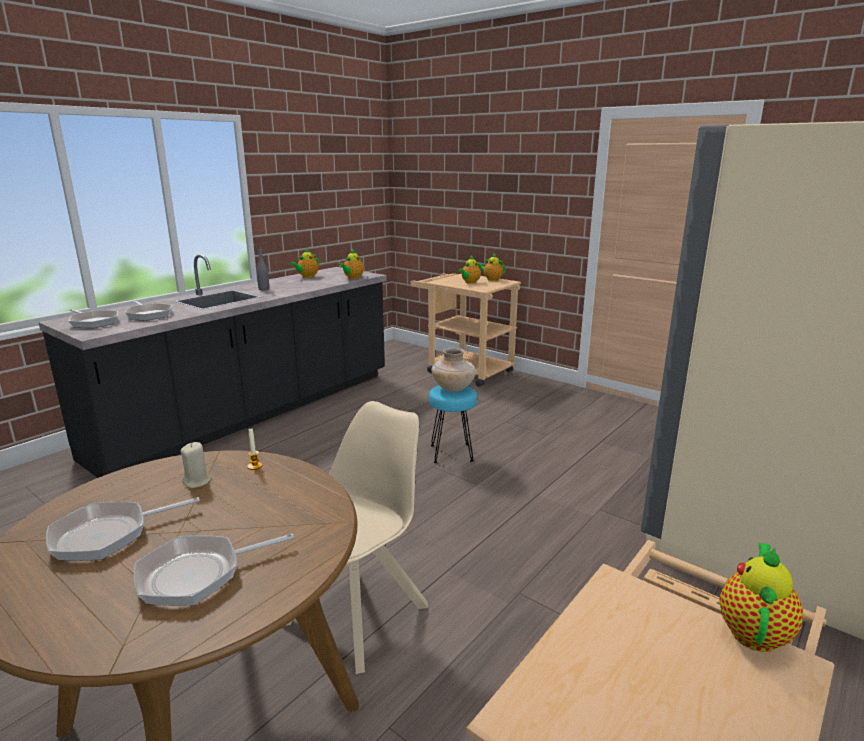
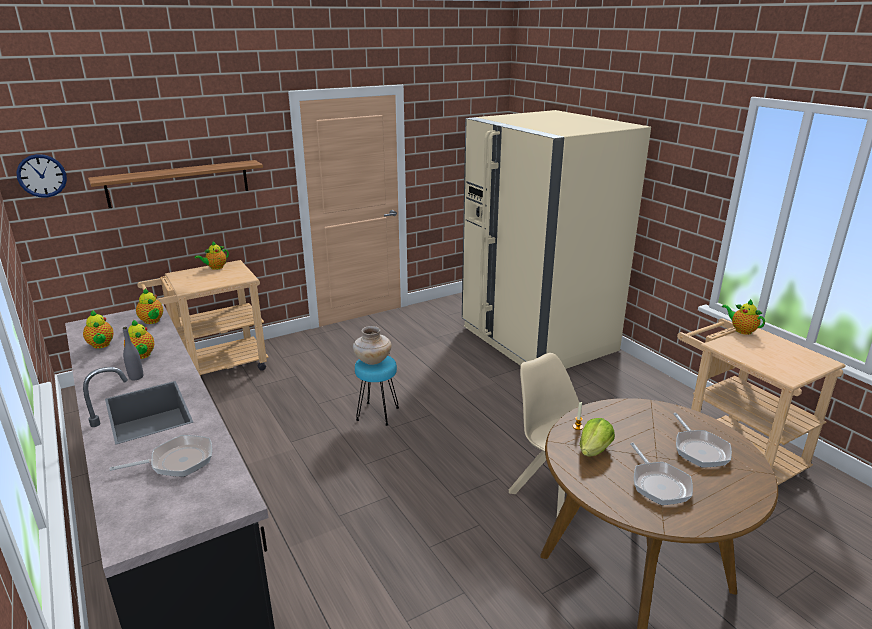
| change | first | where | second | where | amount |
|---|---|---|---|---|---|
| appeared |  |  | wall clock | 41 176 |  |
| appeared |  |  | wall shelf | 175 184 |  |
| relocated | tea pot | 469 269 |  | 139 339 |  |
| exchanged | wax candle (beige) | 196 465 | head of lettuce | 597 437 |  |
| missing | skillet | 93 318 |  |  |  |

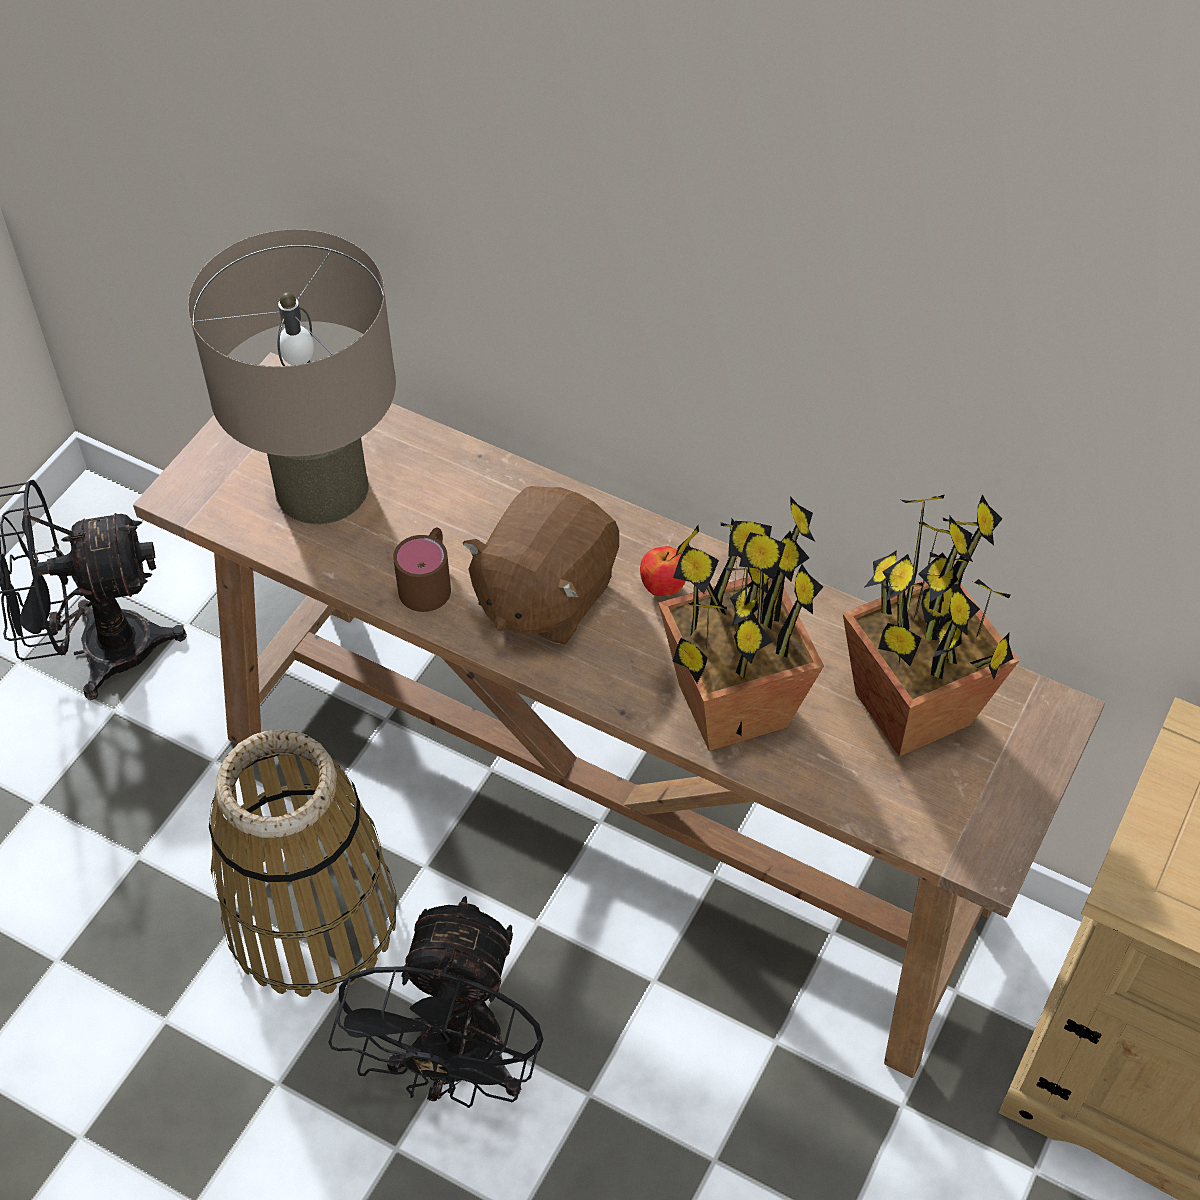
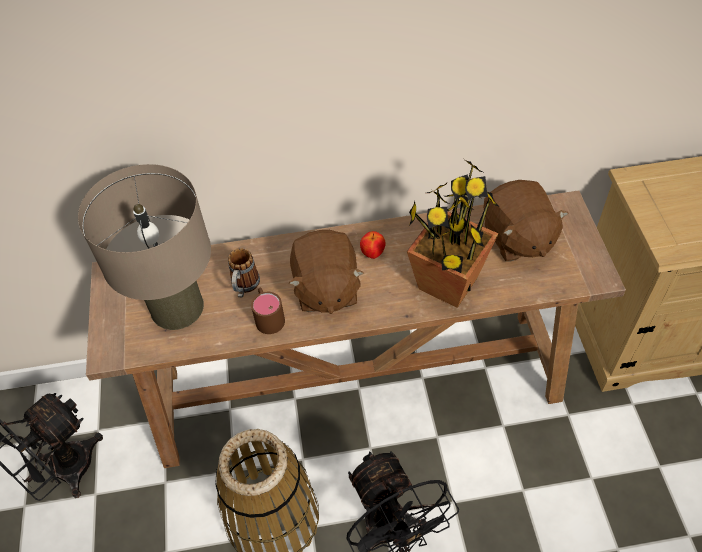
| change | first | where | second | where | amount |
|---|---|---|---|---|---|
| appeared |  |  | coffee mug | 244 272 |  |
| exchanged | houseplant | 931 625 | soft toy (brown-coloured) | 526 221 |  |

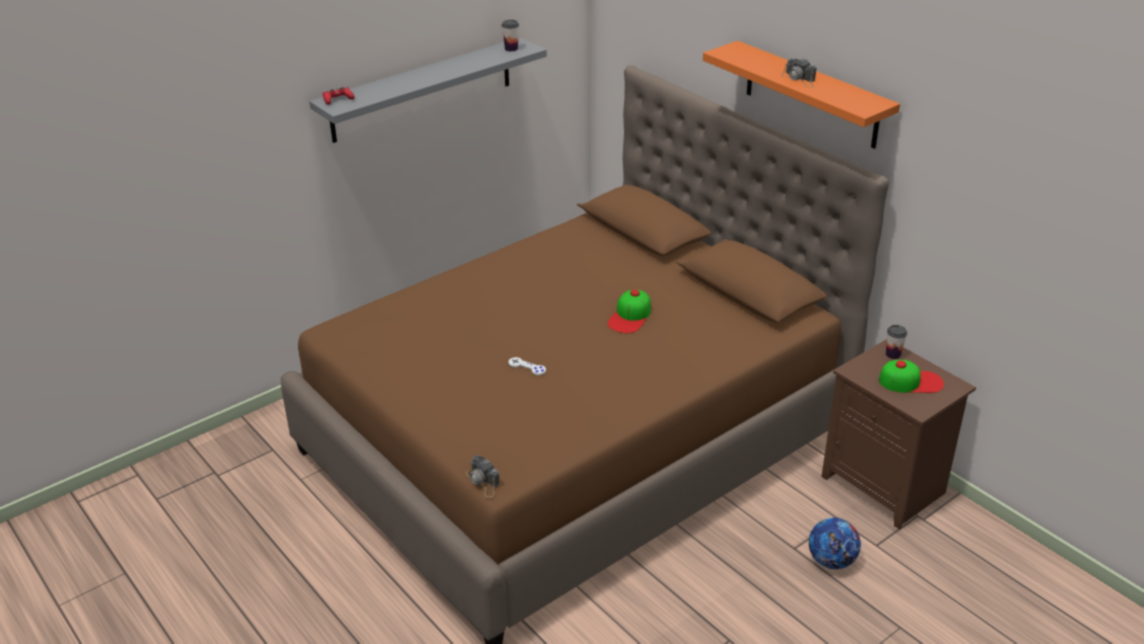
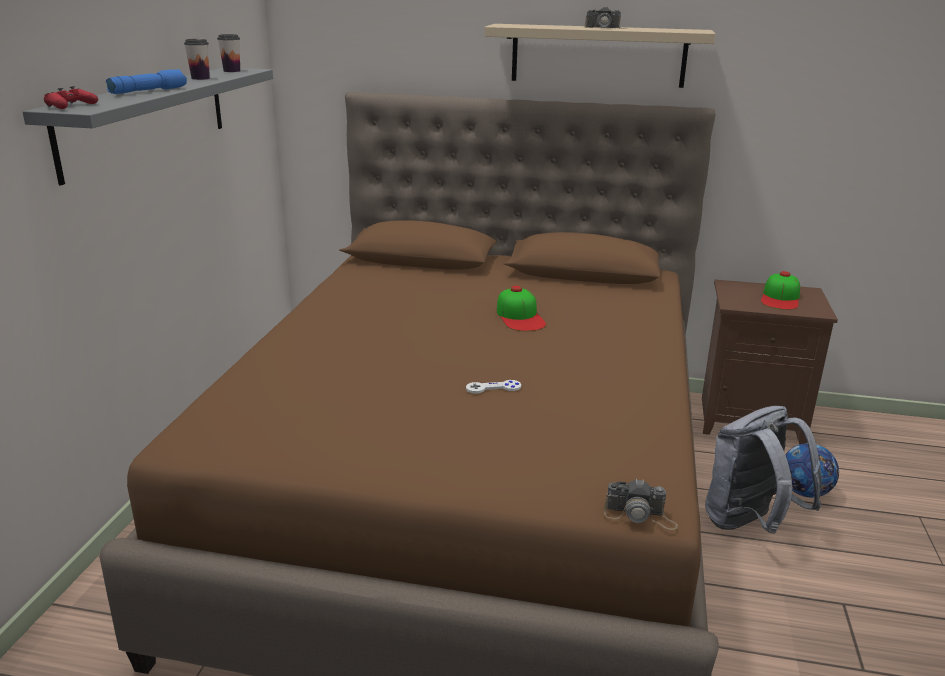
| change | first | where | second | where | amount |
|---|---|---|---|---|---|
| appeared |  |  | hand torch (blue) | 146 81 |  |
| relocated | drinking cup | 896 342 |  | 197 59 |  |
| colour | wall shelf (orangey) | 801 95 | wall shelf (beige) | 600 56 |  |
| appeared |  |  | rucksack (grey) | 763 470 |  |
| spun | peaked cap | 911 376 |  | 780 290 | 150 degrees clockwise |

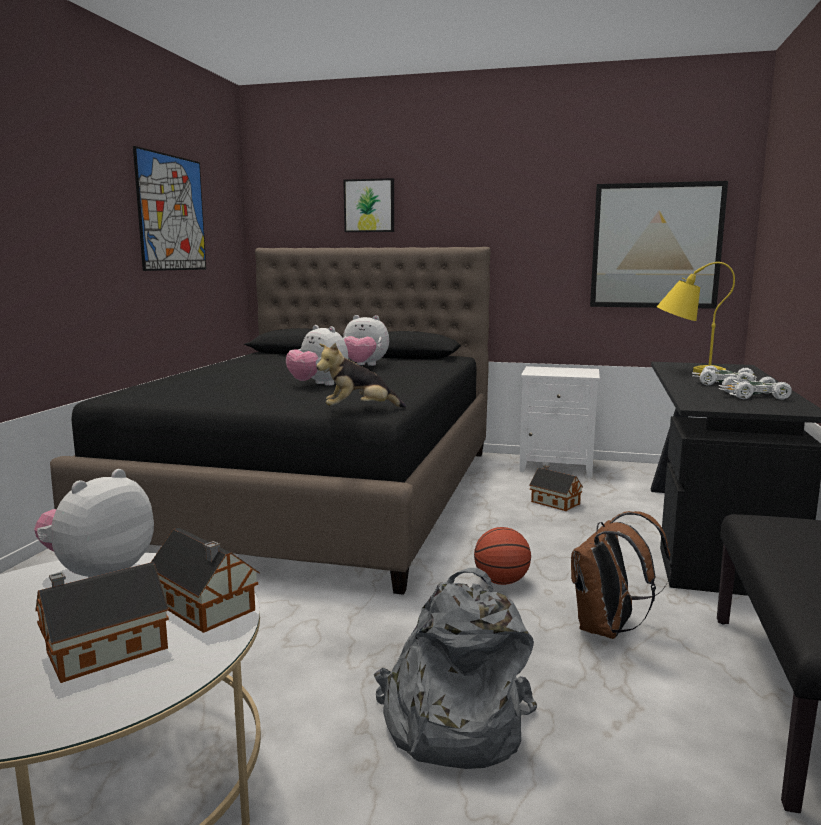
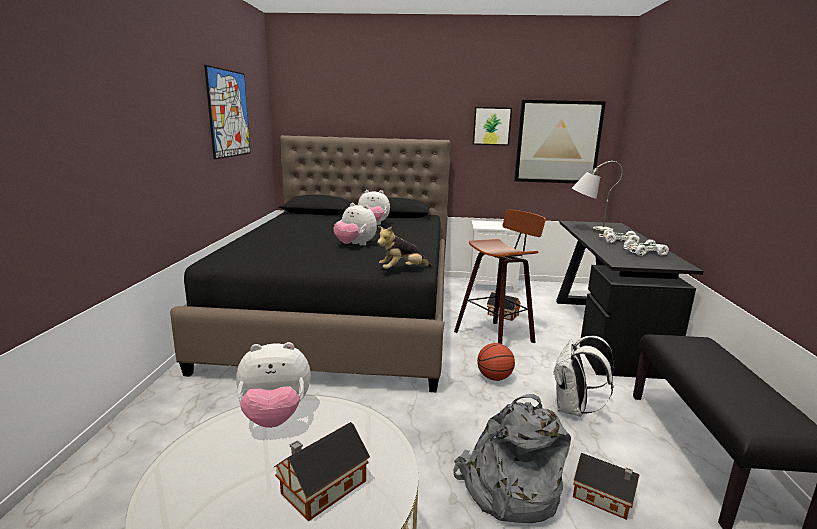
| change | first | where | second | where | amount |
|---|---|---|---|---|---|
| spun | soft toy | 94 523 |  | 273 385 | 120 degrees counterclockwise |
| appeared |  |  | stool seat | 500 277 |  |
| relocated | picture | 369 205 |  | 492 126 |  |
| colour | rucksack (brown-coloured) | 621 575 | rucksack (whitish) | 584 376 |  |
| colour | table lamp (yellow-coloured) | 696 318 | table lamp (grey) | 597 197 |  |
| relocated | toy house | 205 580 |  | 606 486 |  |

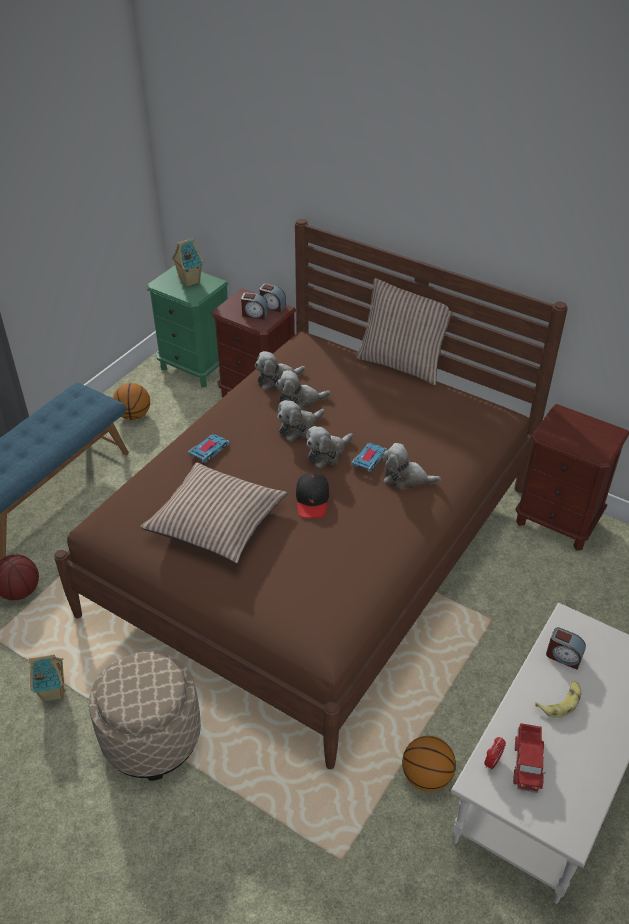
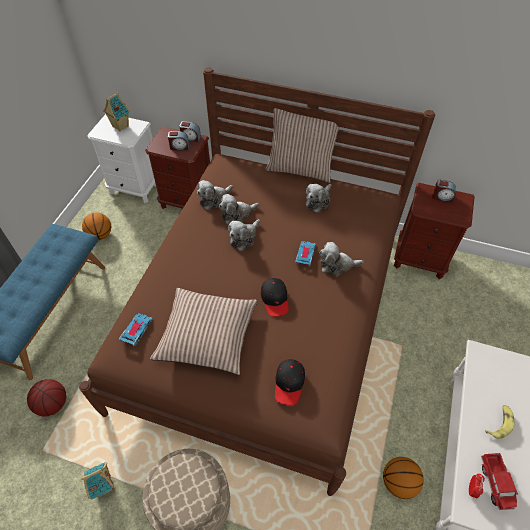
| change | first | where | second | where | amount |
|---|---|---|---|---|---|
| colour | nightstand (green) | 187 326 | nightstand (whitish) | 121 158 |  |
| relocated | toy car | 209 448 |  | 136 329 |  |
| appeared |  |  | peaked cap (black-coloured) | 290 382 |  |
| relocated | soft toy | 329 447 |  | 319 198 |  |
| relocated | alarm clock | 566 648 |  | 444 191 |  |

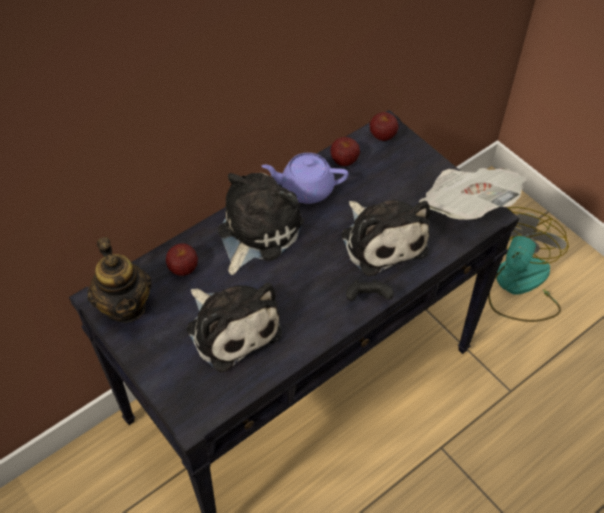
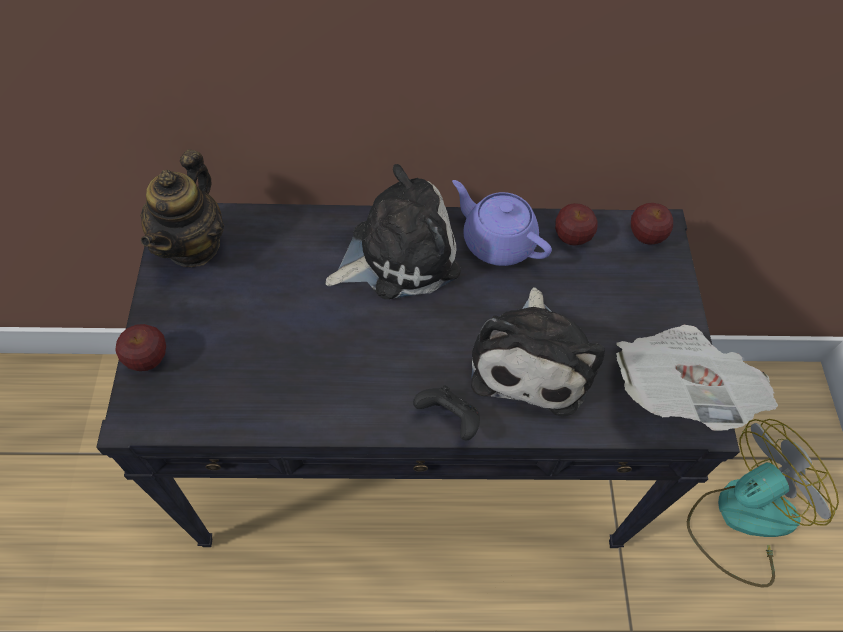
| change | first | where | second | where | amount |
|---|---|---|---|---|---|
| relocated | apple fruit | 182 259 |  | 140 347 |  |
| missing | soft toy | 234 328 |  |  |  |

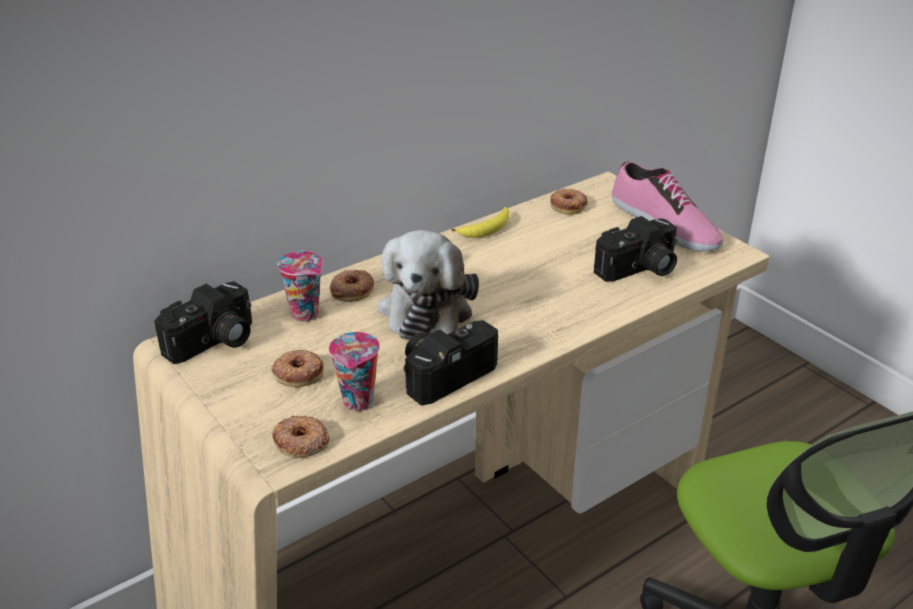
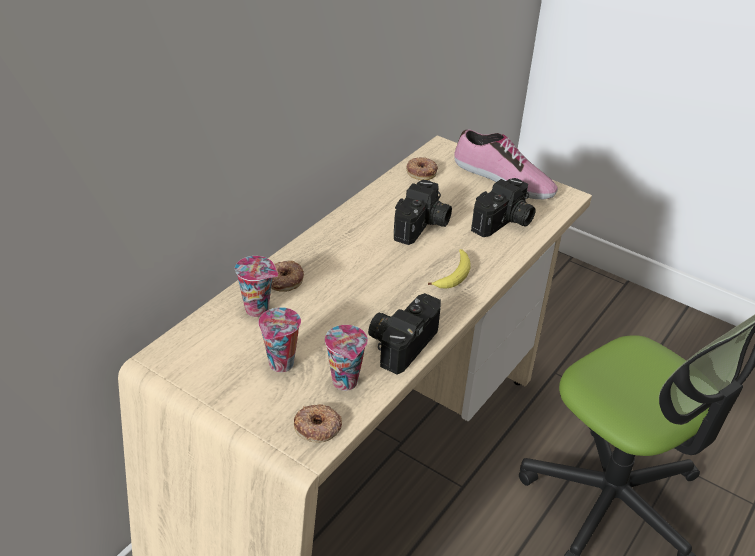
| change | first | where | second | where | amount |
|---|---|---|---|---|---|
| exchanged | donut | 297 368 | drinking cup | 279 339 |  |
| relocated | still camera | 203 322 |  | 423 212 |  |
| relocated | whole banana | 480 222 |  | 449 269 |  |
| missing | soft toy | 428 284 |  |  |  |

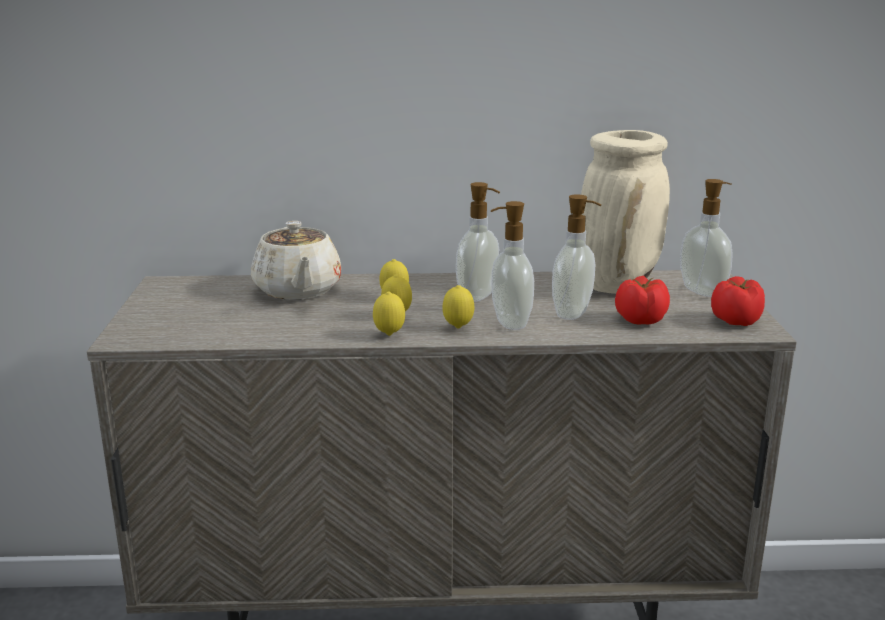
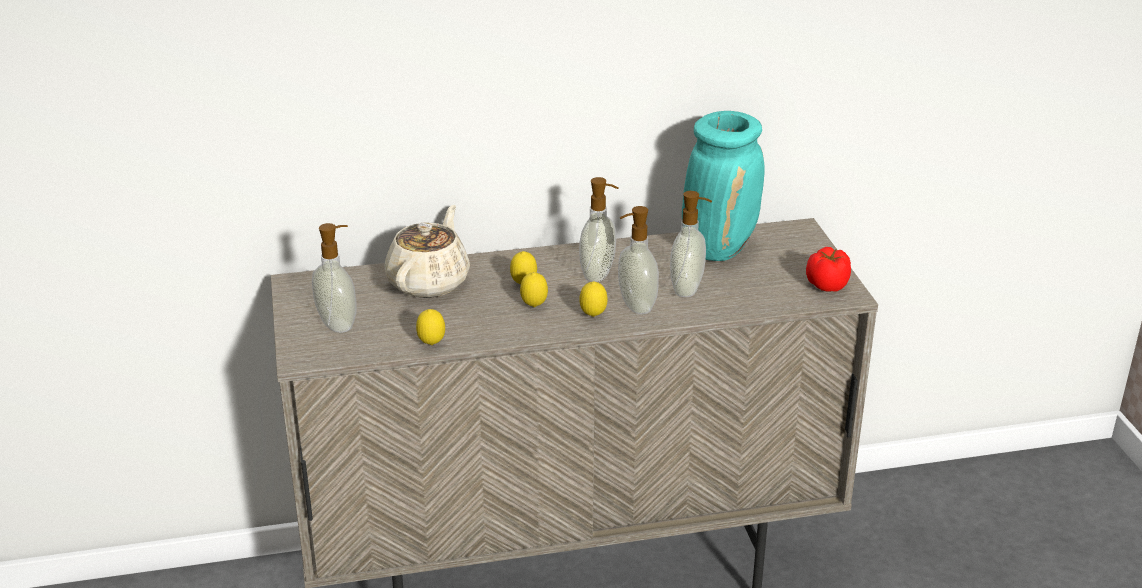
| change | first | where | second | where | amount |
|---|---|---|---|---|---|
| relocated | soap dispenser | 706 238 |  | 334 278 |  |
| spun | tea pot (beige) | 296 260 |  | 427 251 | 135 degrees counterclockwise |
| relocated | citrus fruit | 389 314 |  | 430 327 |  |
| colour | decorative vase (beige) | 625 212 | decorative vase (turquoise) | 723 186 |  |
| missing | tomato | 642 300 |  |  |  |

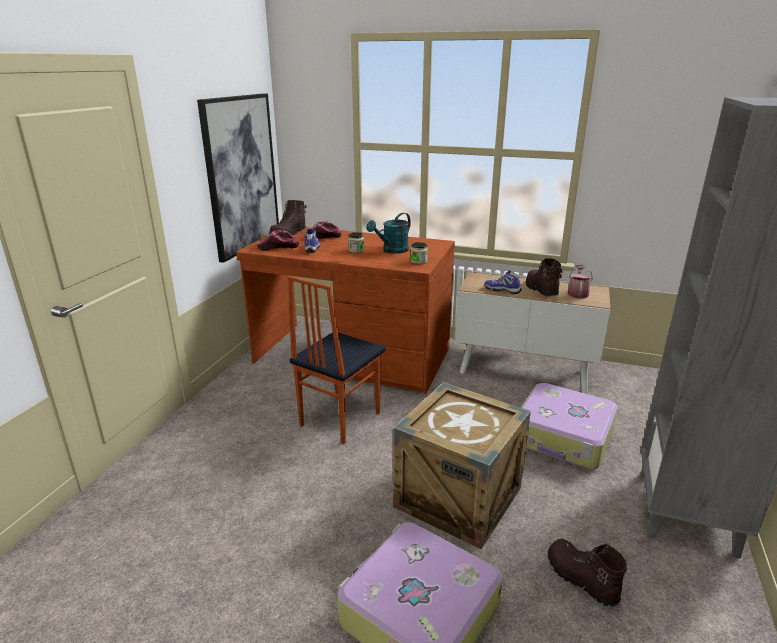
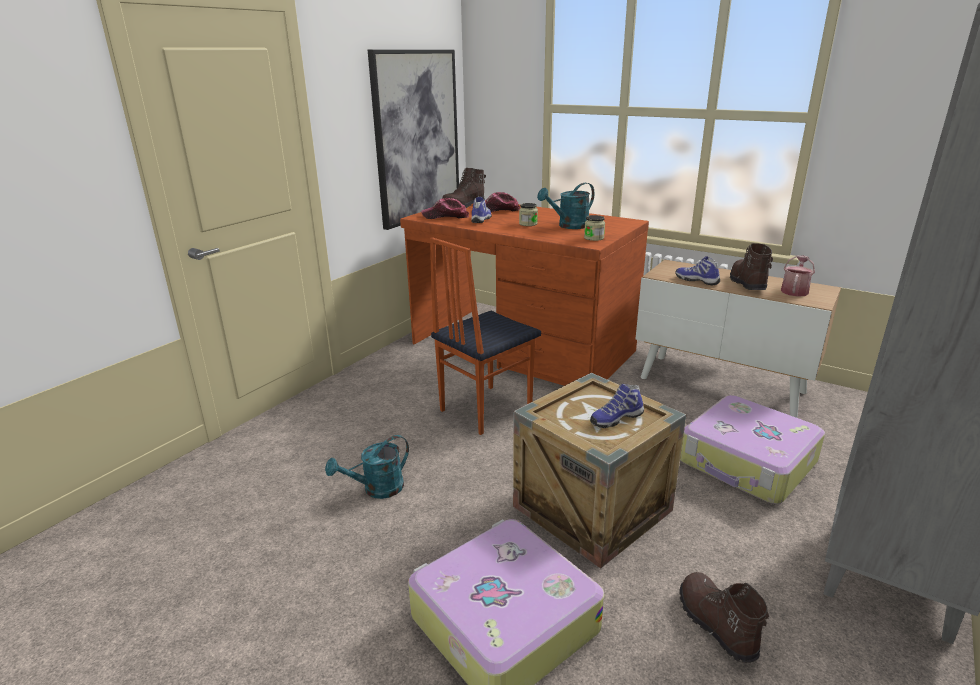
| change | first | where | second | where | amount |
|---|---|---|---|---|---|
| appeared |  |  | sprinkling can (turquoise) | 367 467 |  |
| appeared |  |  | low shoe | 617 406 |  |

